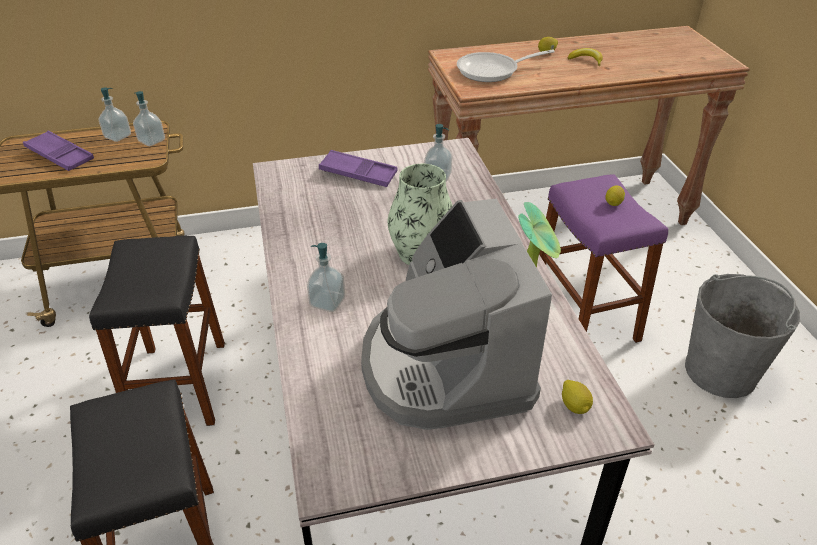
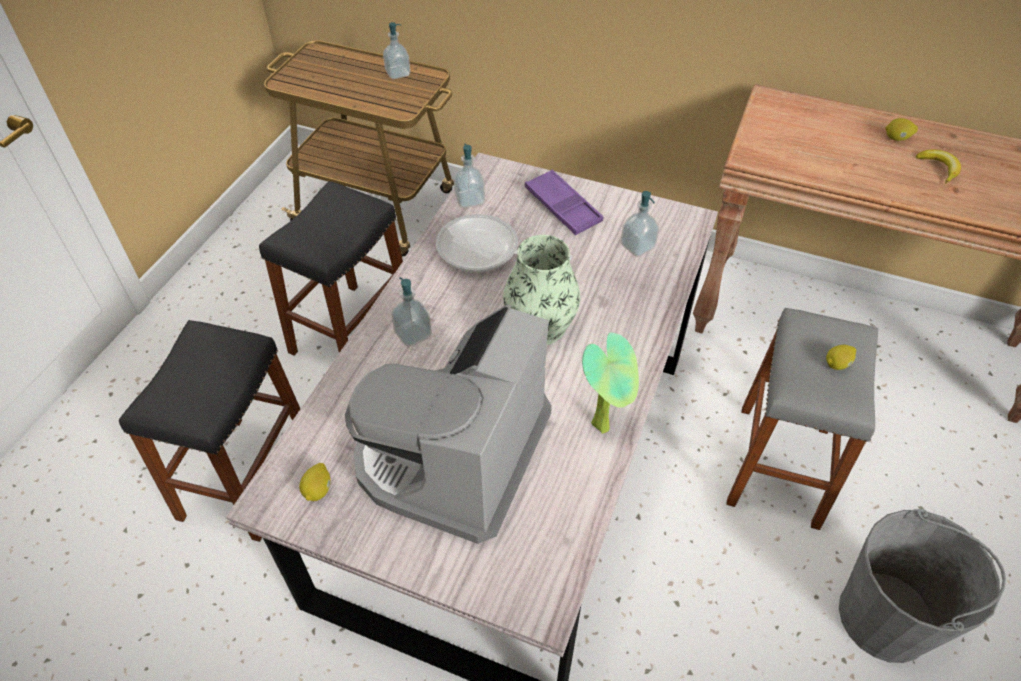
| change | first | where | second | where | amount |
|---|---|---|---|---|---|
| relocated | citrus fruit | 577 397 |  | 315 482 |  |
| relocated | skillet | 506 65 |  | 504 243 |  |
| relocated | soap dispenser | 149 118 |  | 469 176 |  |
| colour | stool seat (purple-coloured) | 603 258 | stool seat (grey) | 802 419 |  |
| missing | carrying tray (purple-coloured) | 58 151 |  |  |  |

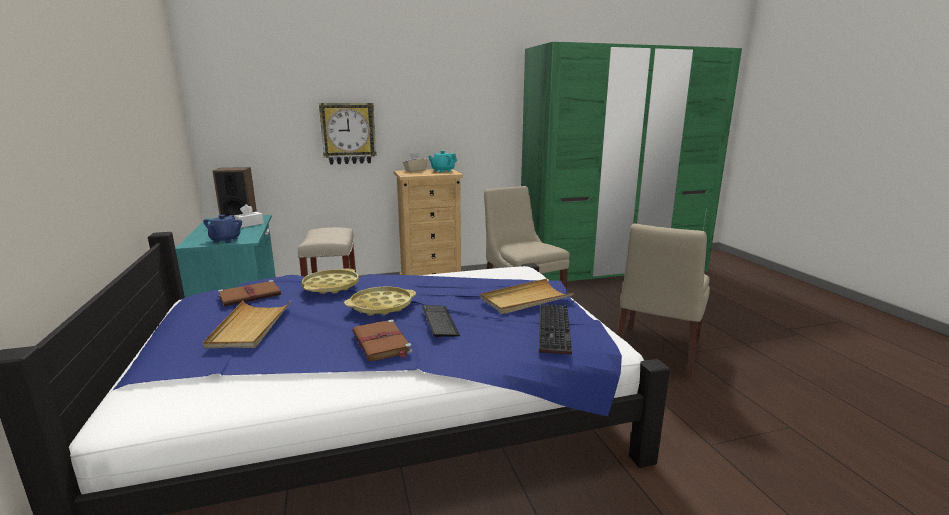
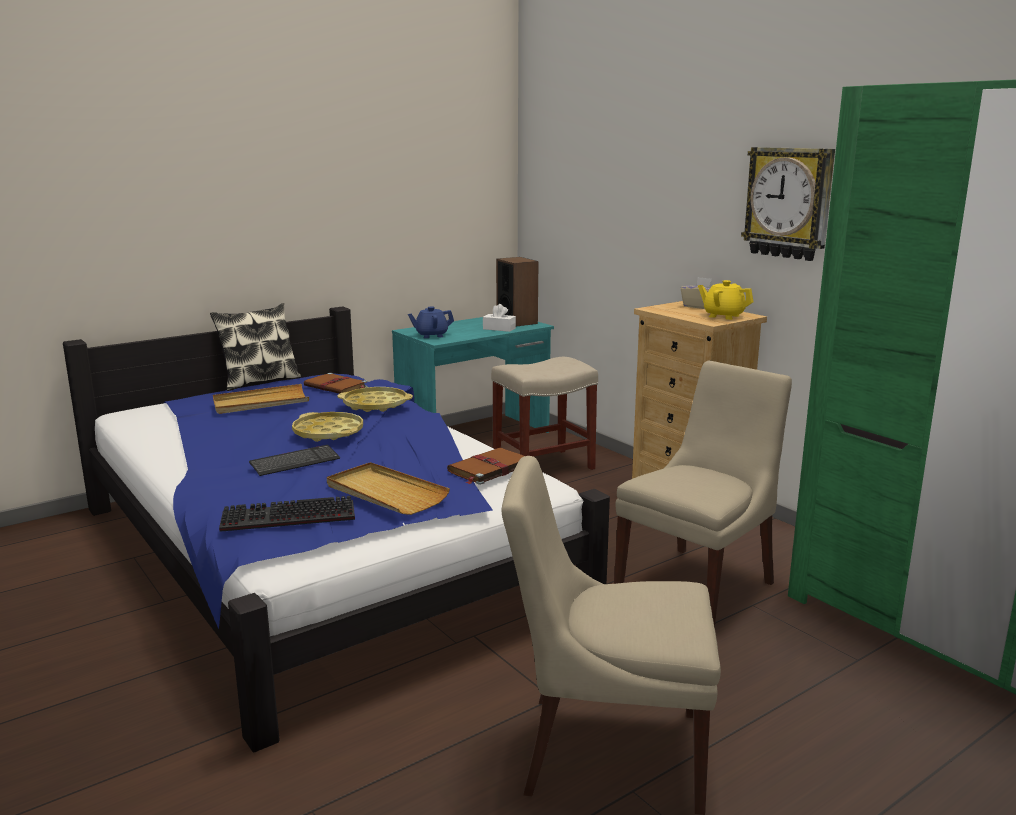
| change | first | where | second | where | amount |
|---|---|---|---|---|---|
| appeared |  |  | cushion | 255 347 |  |
| relocated | volume (brown-coloured) | 382 340 |  | 485 466 |  |
| colour | tea pot (turquoise) | 442 162 | tea pot (yellow-coloured) | 725 300 |  |
| relocated | wall clock | 348 134 |  | 788 204 |  |

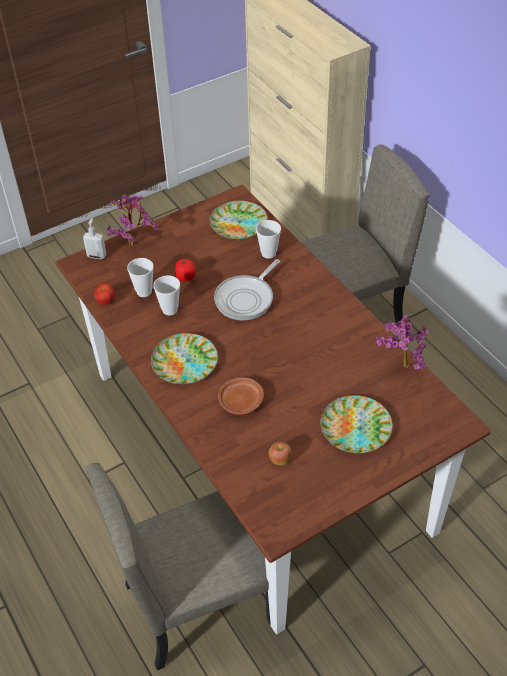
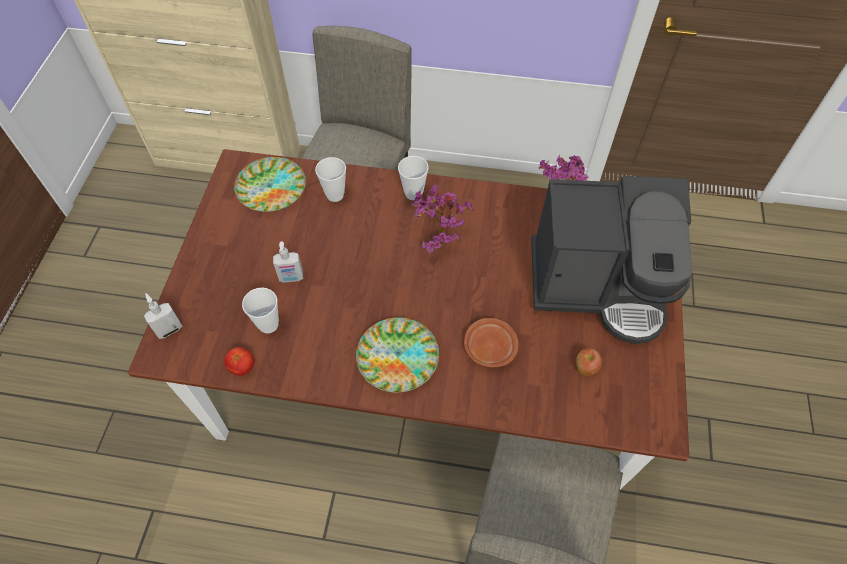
| change | first | where | second | where | amount |
|---|---|---|---|---|---|
| exchanged | tomato | 185 270 | soap dispenser | 288 262 |  |
| relocated | drinking cup | 166 295 |  | 413 178 |  |
| relocated | houseplant | 132 220 |  | 443 219 |  |
| exchanged | flat dish | 356 424 | coffee machine | 611 260 |  |
| missing | skillet | 247 290 |  |  |  |

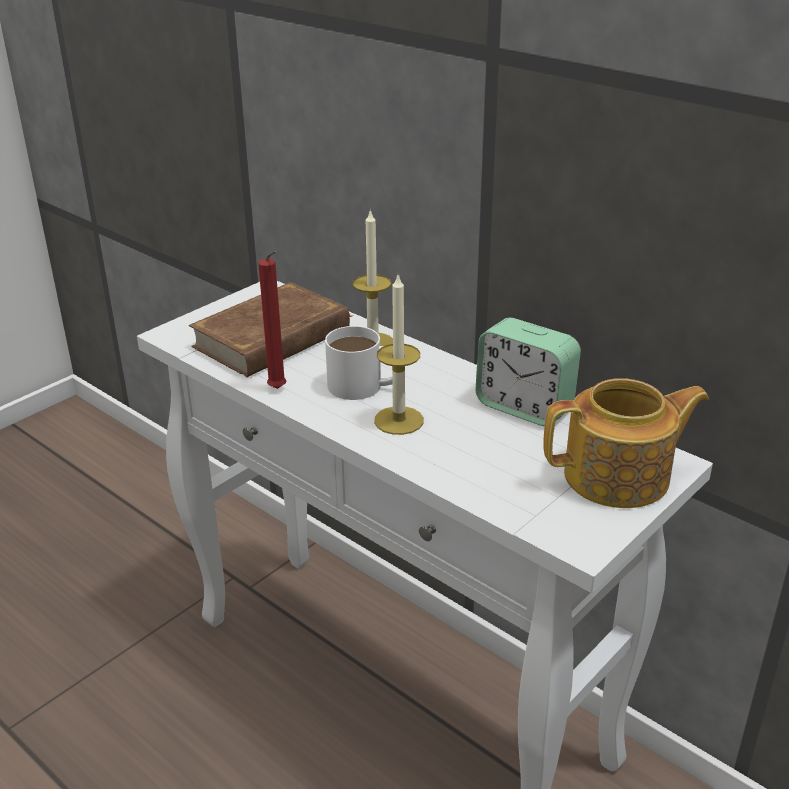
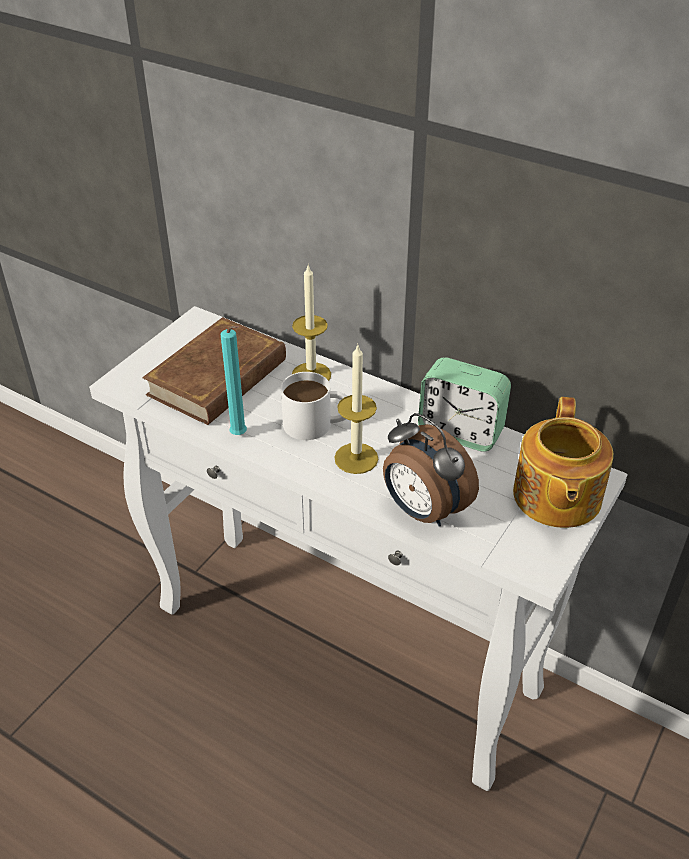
| change | first | where | second | where | amount |
|---|---|---|---|---|---|
| colour | wax candle (red-coloured) | 272 320 | wax candle (turquoise) | 234 380 |  |
| appeared |  |  | alarm clock | 431 470 |  |
| spun | tea pot | 626 443 |  | 563 462 | 120 degrees clockwise |

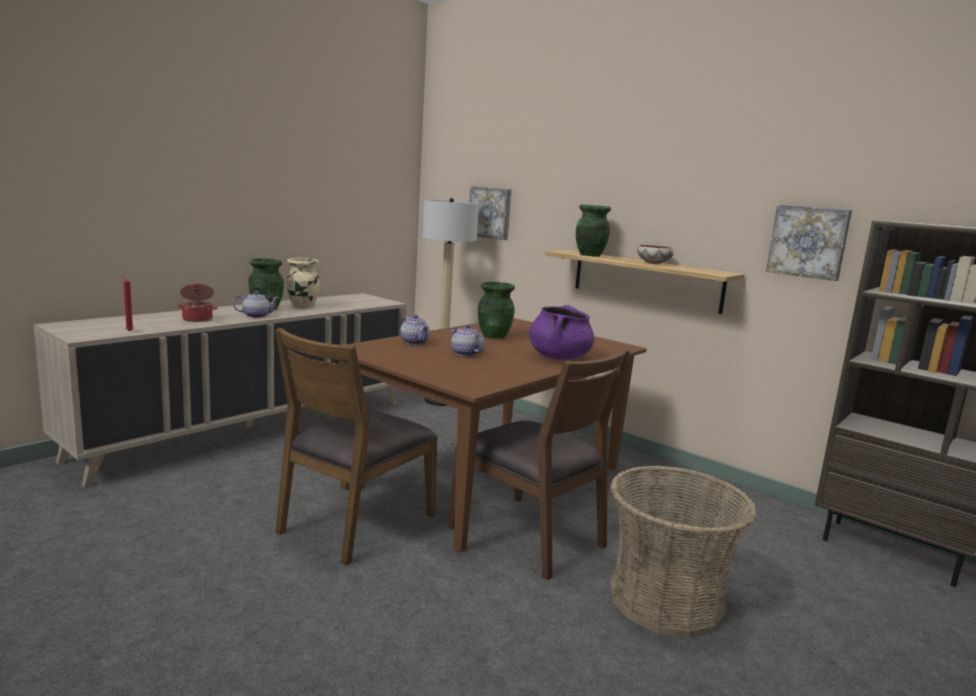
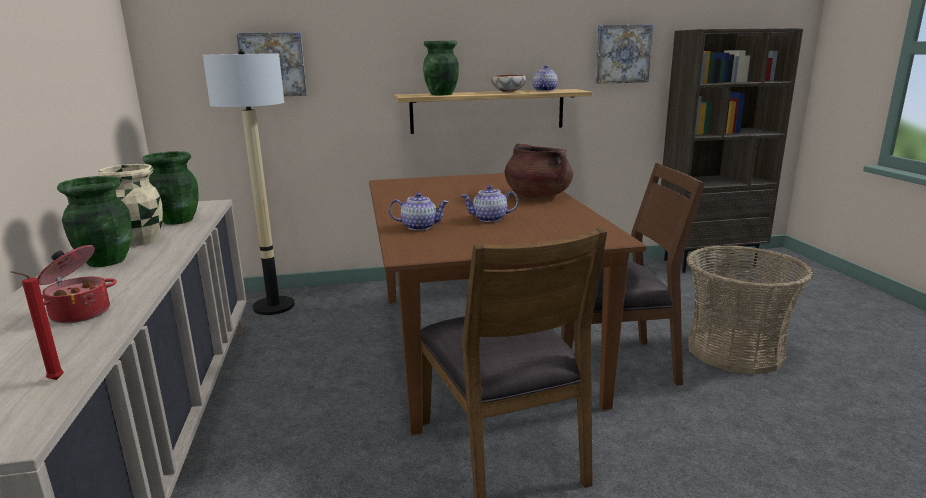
| change | first | where | second | where | amount |
|---|---|---|---|---|---|
| relocated | decorative vase (green) | 496 310 |  | 171 188 |  |
| colour | saucepot (purple-coloured) | 561 332 | saucepot (brown-coloured) | 538 170 |  |
| relocated | tea pot | 256 304 |  | 545 78 |  |

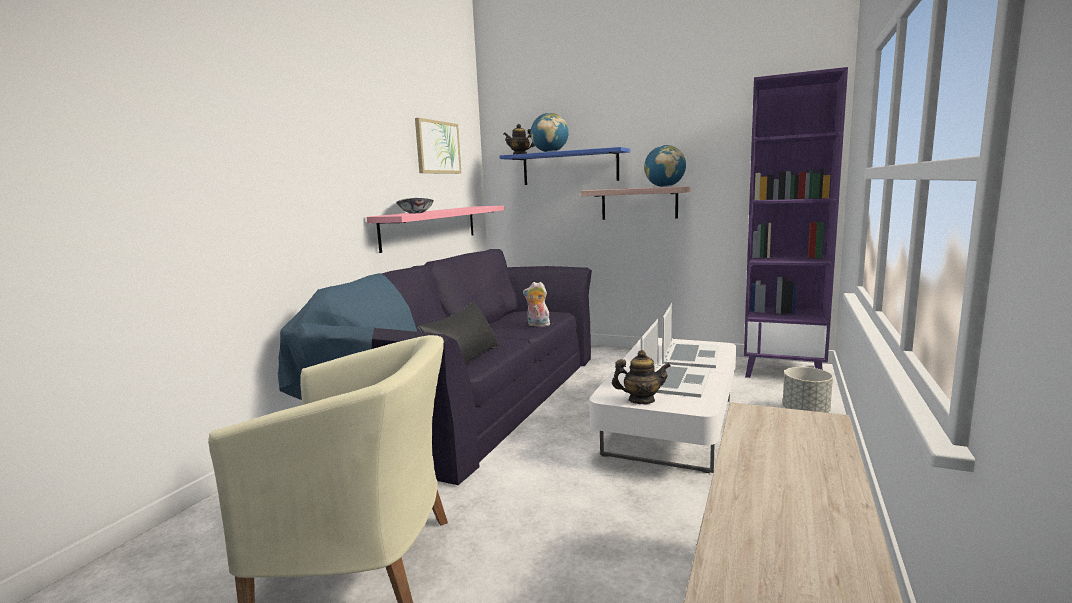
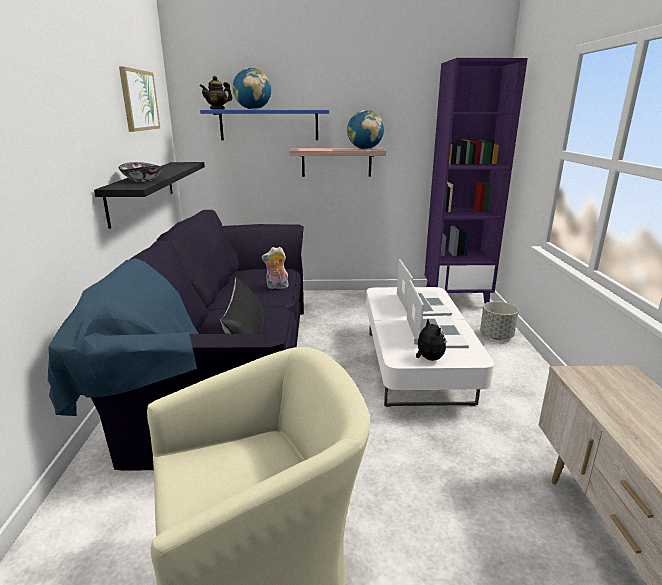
| change | first | where | second | where | amount |
|---|---|---|---|---|---|
| colour | wall shelf (pinkish) | 436 229 | wall shelf (black-coloured) | 149 195 |  |
| exchanged | tea pot | 641 377 | soft toy | 430 340 |  |

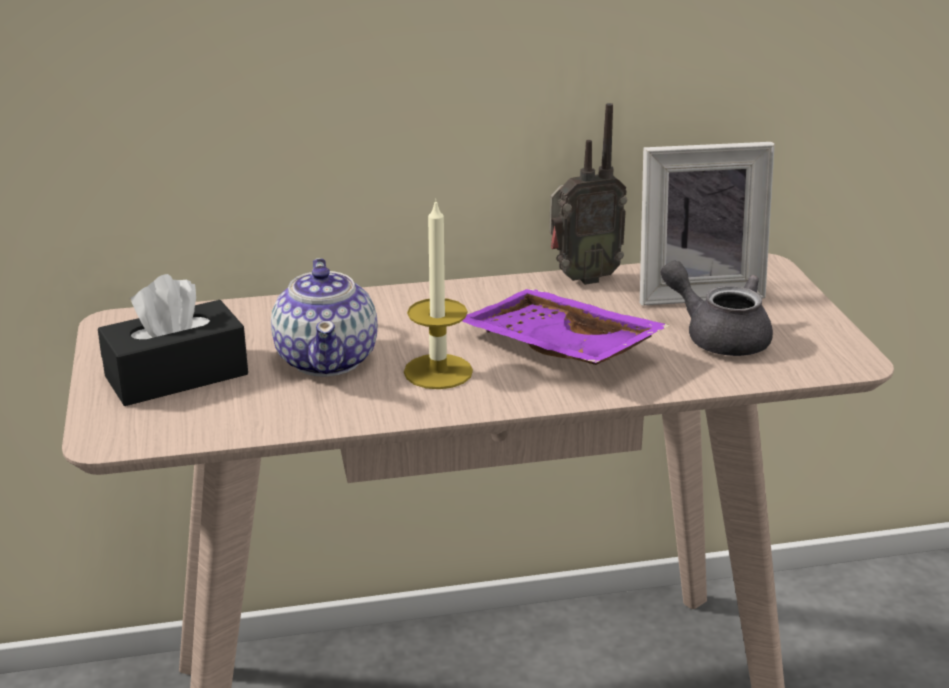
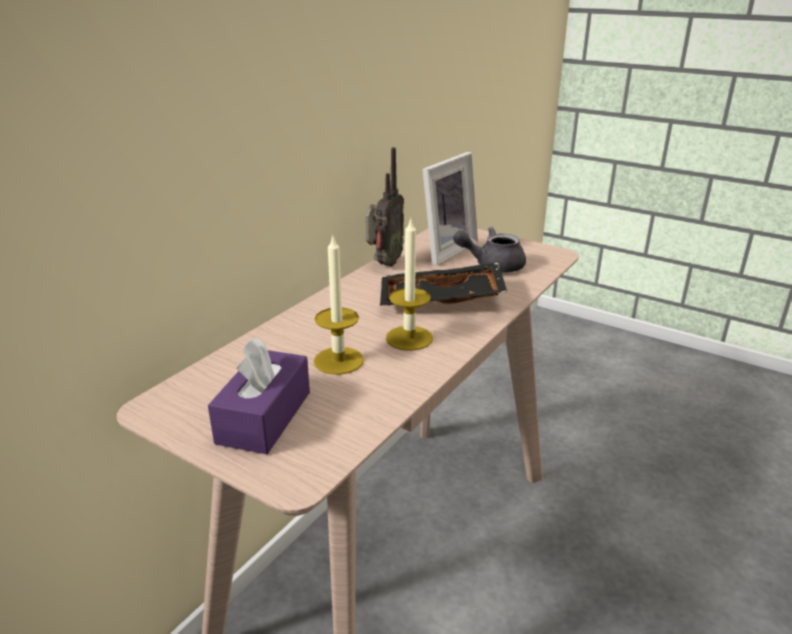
| change | first | where | second | where | amount |
|---|---|---|---|---|---|
| colour | tissue box (black-coloured) | 173 340 | tissue box (purple-coloured) | 259 395 |  |
| exchanged | tea pot | 324 317 | wax candle | 339 306 |  |
| colour | carrying tray (purple-coloured) | 566 326 | carrying tray (black-coloured) | 443 284 |  |

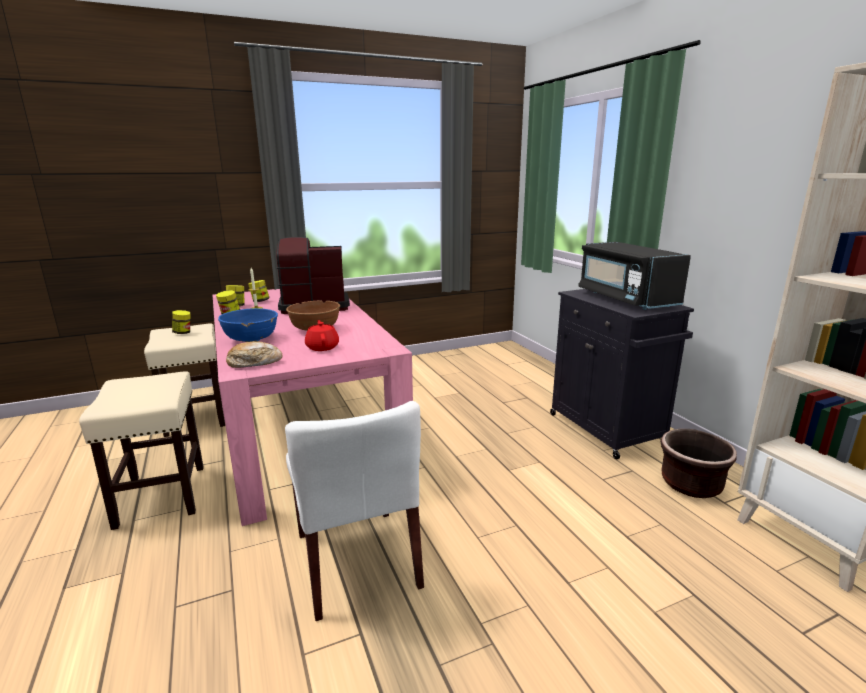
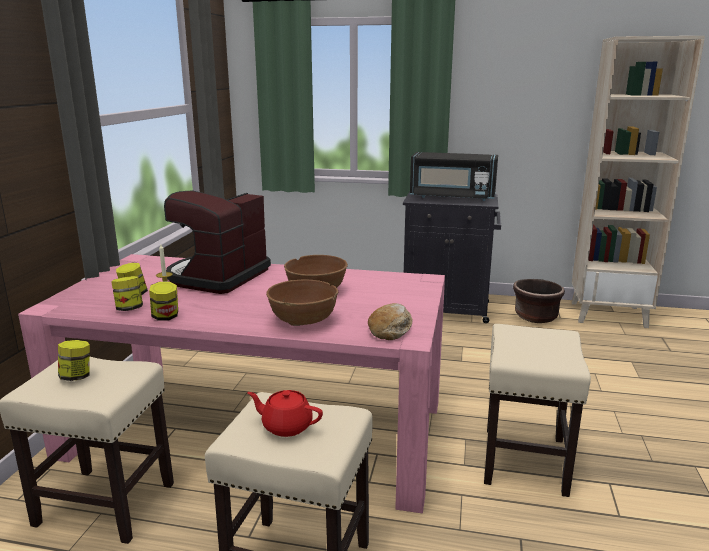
| change | first | where | second | where | amount |
|---|---|---|---|---|---|
| relocated | tea pot (red-coloured) | 322 335 |  | 285 413 |  |
| colour | deep dish (blue) | 248 325 | deep dish (brown-coloured) | 302 303 |  |
| exchanged | chair (whitish) | 354 511 | stool seat (beige) | 537 410 |  |

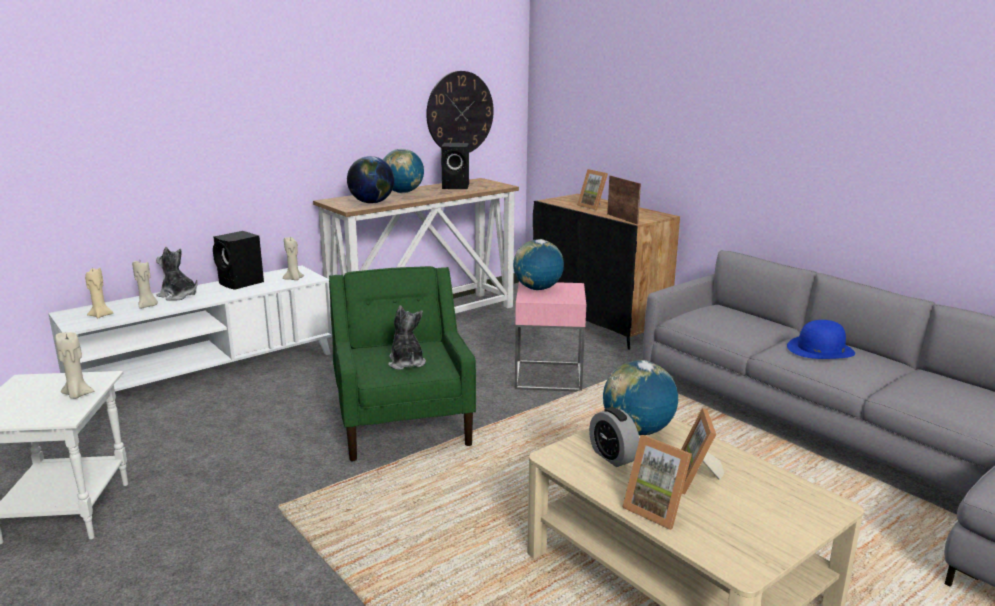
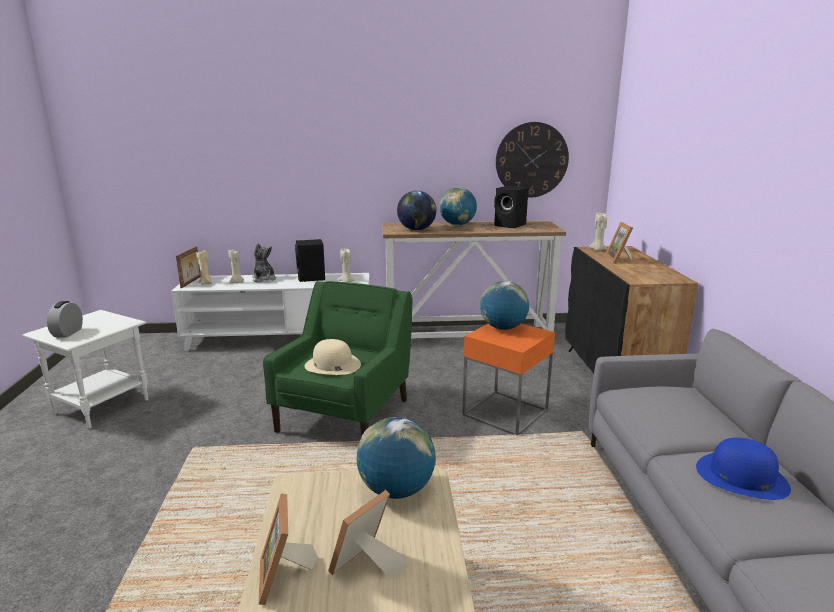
| change | first | where | second | where | amount |
|---|---|---|---|---|---|
| relocated | alarm clock | 614 437 |  | 65 319 |  |
| relocated | picture frame | 624 200 |  | 188 267 |  |
| exchanged | soft toy | 407 338 | clothing hat (beige) | 332 357 |  |
| colour | side table (pinkish) | 550 336 | side table (orangey) | 508 379 |  |
| relocated | wax candle (beige) | 74 365 |  | 598 231 |  |

